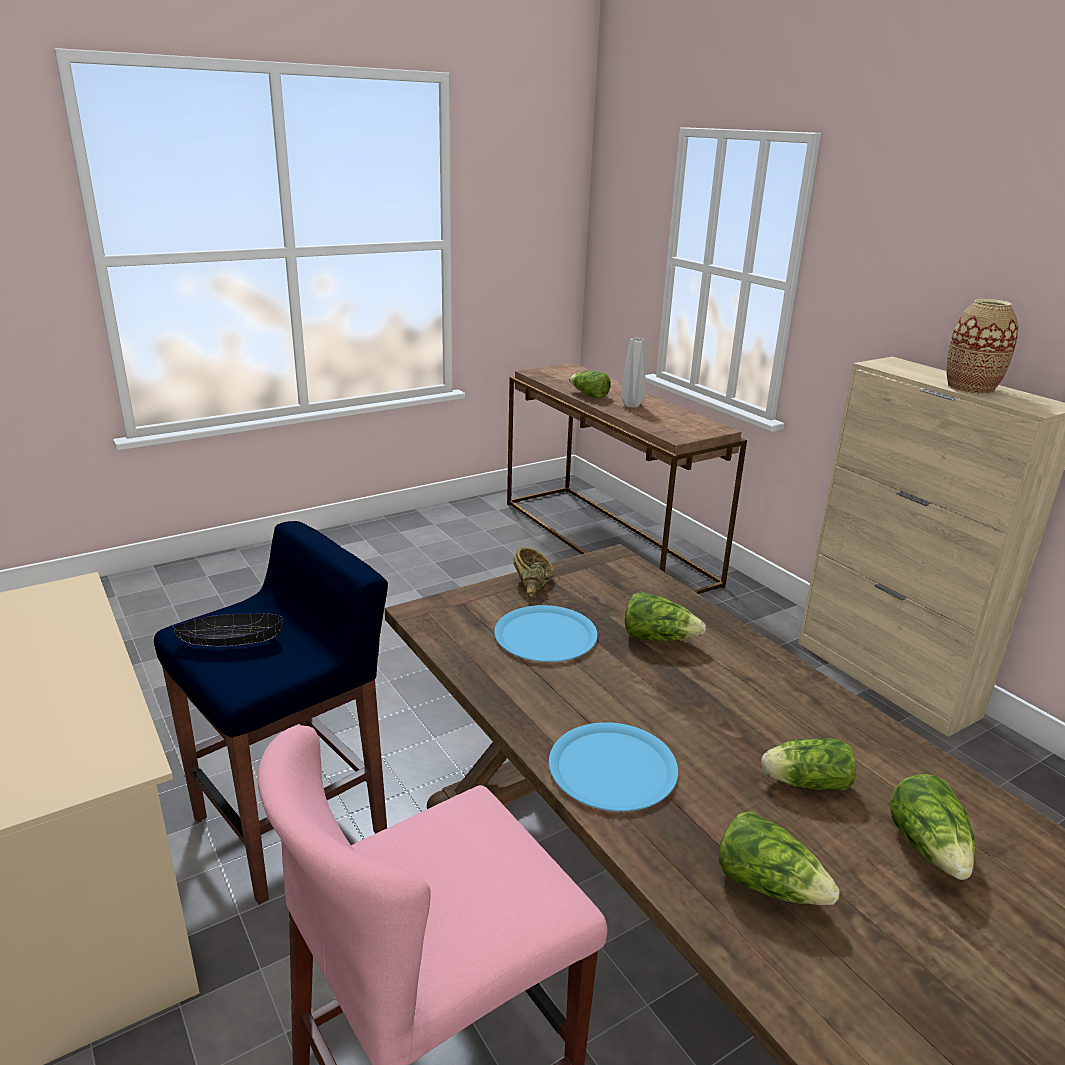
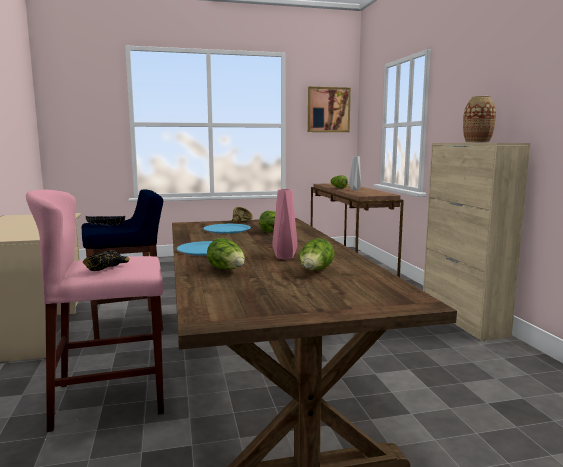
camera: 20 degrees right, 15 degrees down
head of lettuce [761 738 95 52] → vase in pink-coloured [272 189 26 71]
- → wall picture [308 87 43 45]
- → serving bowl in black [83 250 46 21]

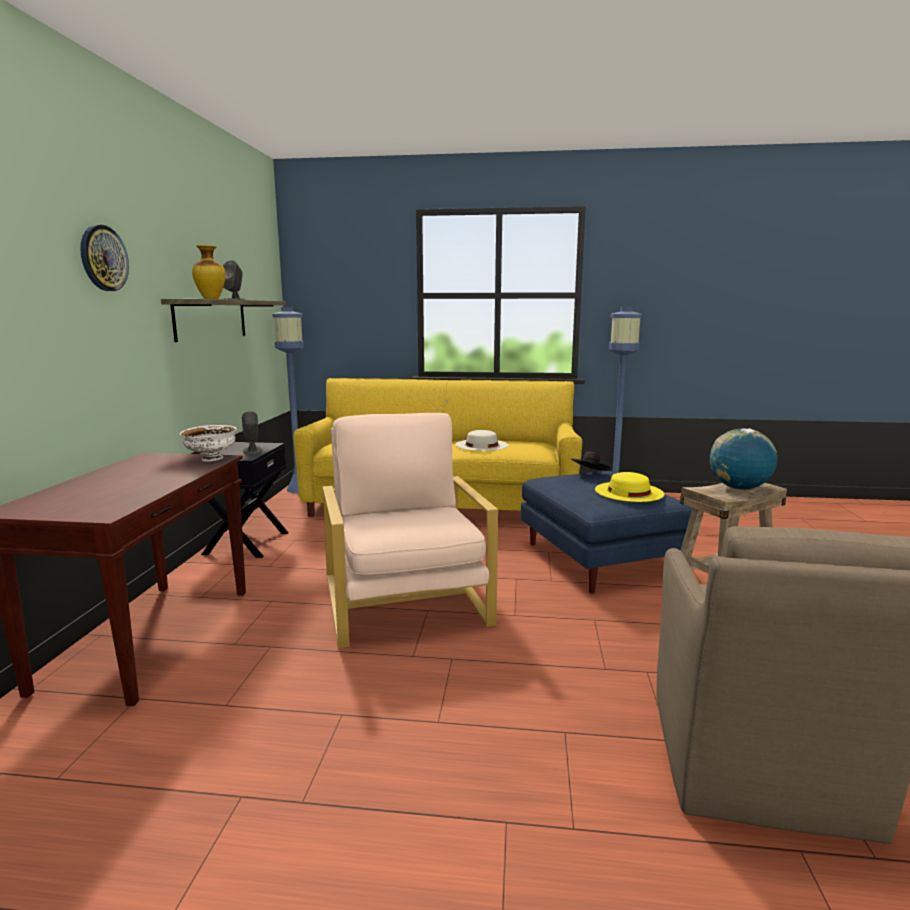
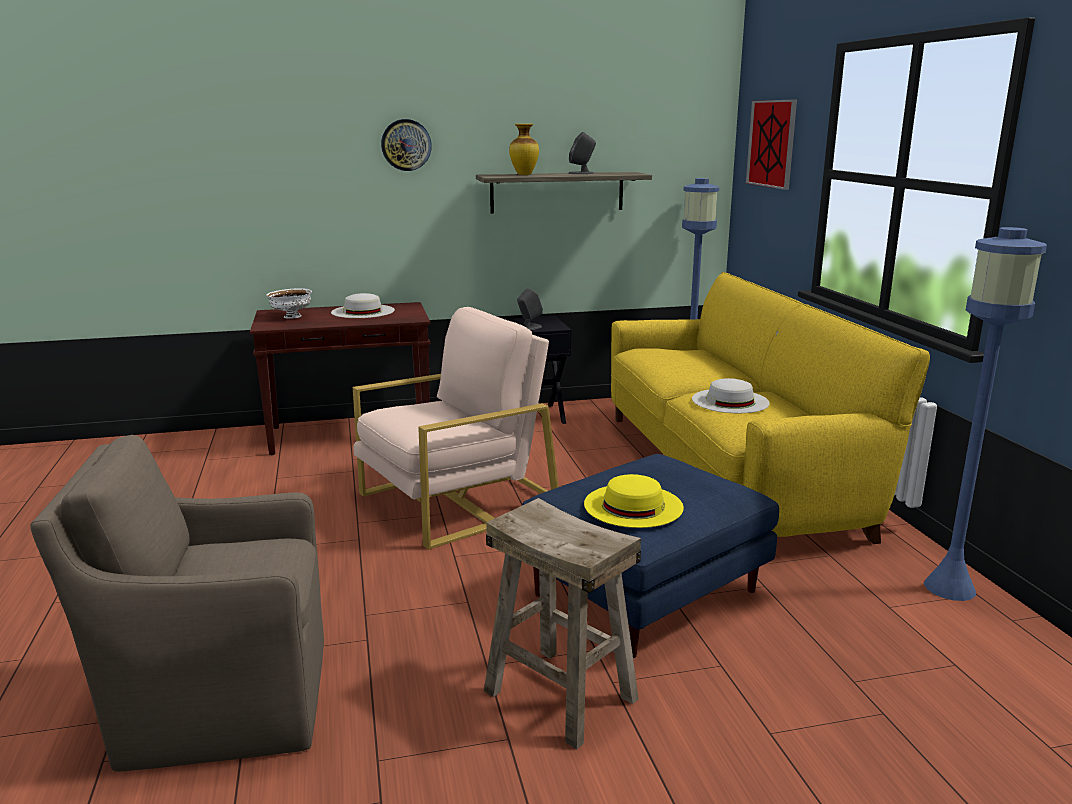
camera: 70 degrees right, 5 degrees up
serving bowl in white-coloured [180 425 57 37] → serving bowl in white-coloured [267 288 45 31], relocated
world globe [710 428 67 61] → -
clothing hat in black [571 452 40 19] → -
- → wall picture [746 100 51 90]
- → clothing hat in white-coloured [331 293 64 25]

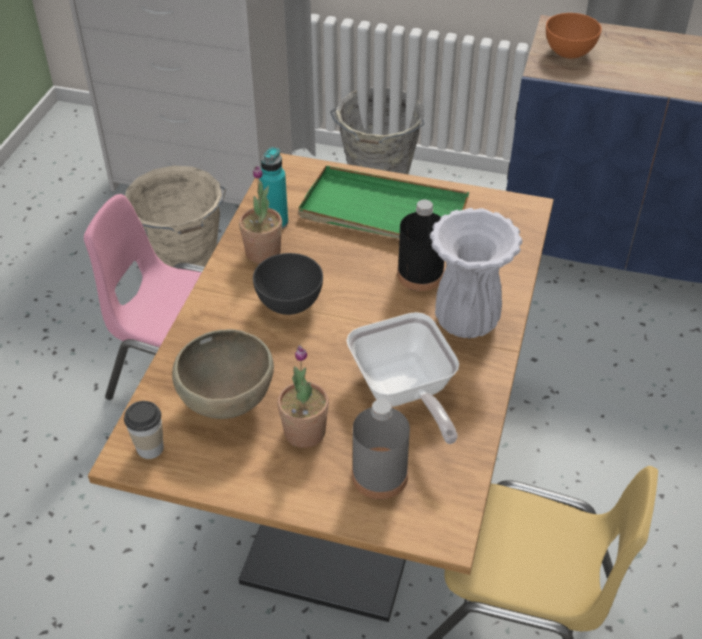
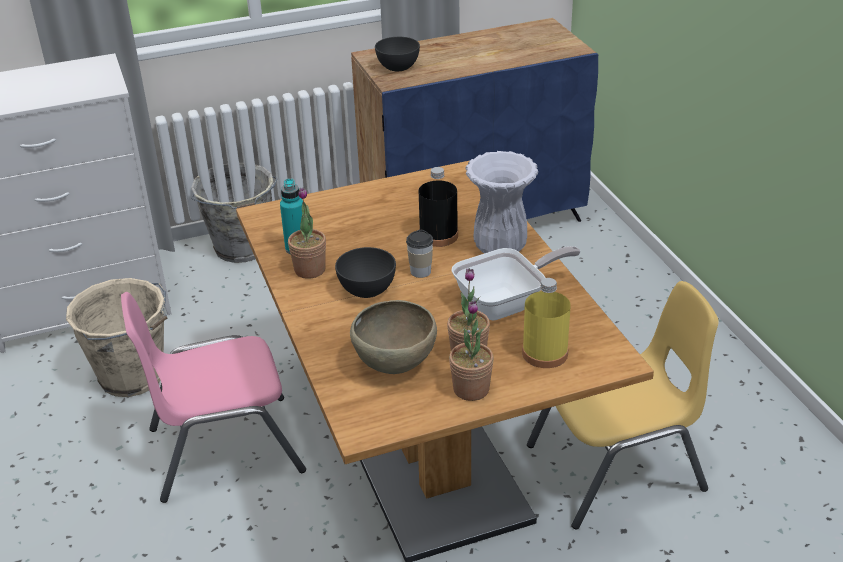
camera: 35 degrees left, 10 degrees down
serving bowl in orange-coloured [546 13 56 45] → serving bowl in gray [375 37 45 34]
serving tray in green [298 166 171 73] → -
pan [346 312 113 132] → pan [452 246 129 75], 60 degrees counterclockwise
beverage bottle in gray [352 399 58 100] → beverage bottle in yellow-coloured [522 278 49 90]
drinking cup [124 401 40 58] → drinking cup [406 230 27 48], relocated
- → potted plant [449 301 45 100]

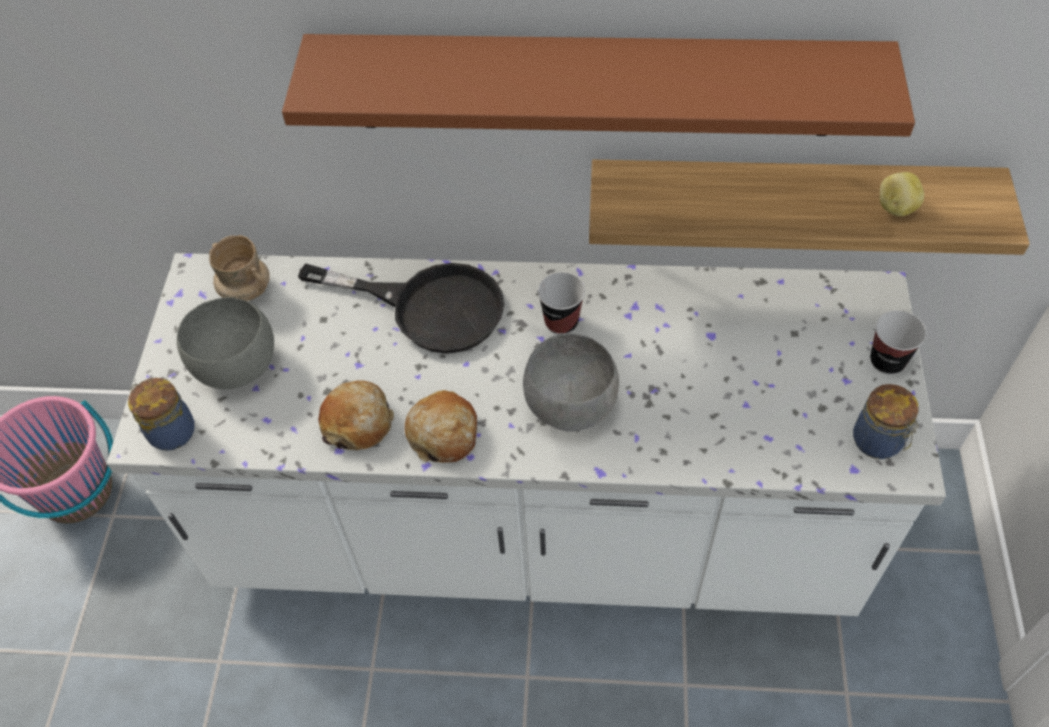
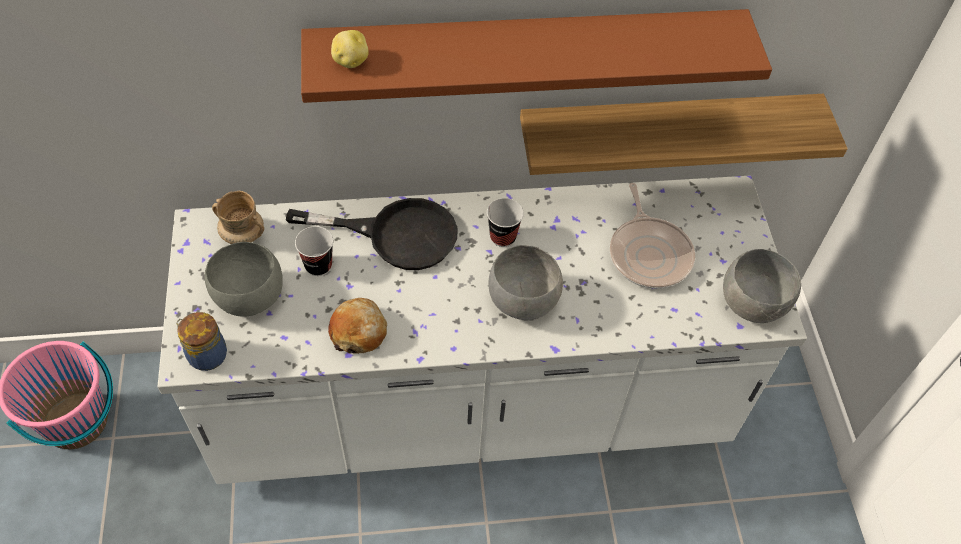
camera: 15 degrees left, 0 degrees up
potato [880 172 44 44] → potato [331 30 38 38], relocated
drinking cup [870 310 56 65] → drinking cup [295 226 38 50], relocated
storage jar [853 384 66 75] → serving bowl in gray [723 249 78 74]
bakery bread [405 390 72 73] → -
- → pan [610 183 85 106]

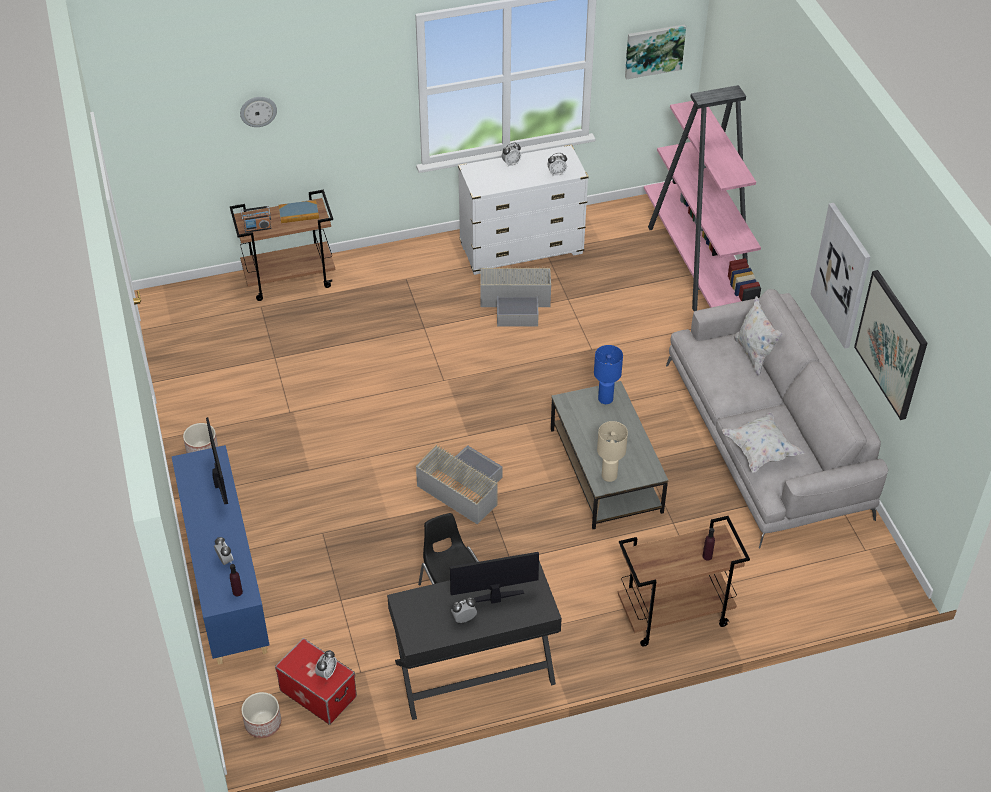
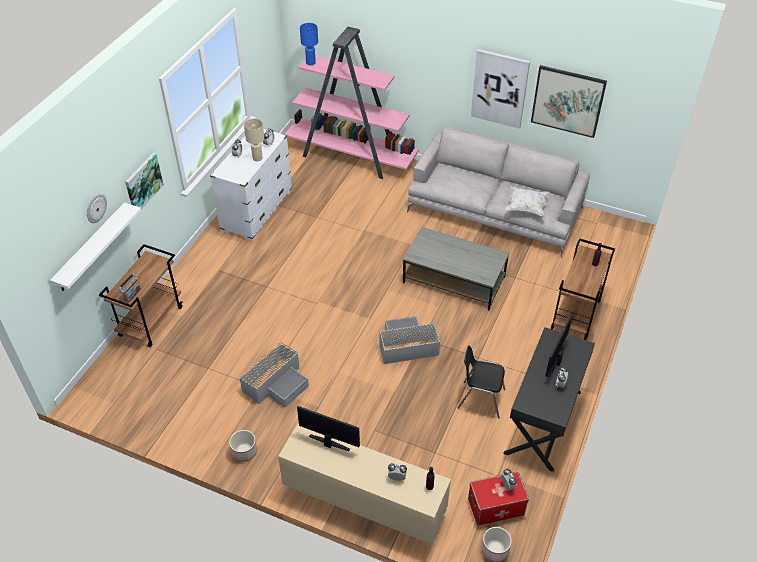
camera: 50 degrees left, 0 degrees up
wall picture [625 25 61 54] → wall picture [125 153 39 56], relocated
volume [279 200 40 23] → -
storage box in gray [480 266 71 60] → storage box in gray [239 342 70 66], relocated
throw pillow in white-coloured [734 296 49 81] → -
table lamp in bluish [594 345 29 59] → table lamp in bluish [300 23 18 42], relocated
table lamp in beige-coloured [597 421 31 61] → table lamp in beige-coloured [244 119 20 42], relocated
cabinet in bluish [172 445 98 220] → cabinet in beige-coloured [278 422 173 125]
- → wall shelf in white-coloured [50 202 91 89]

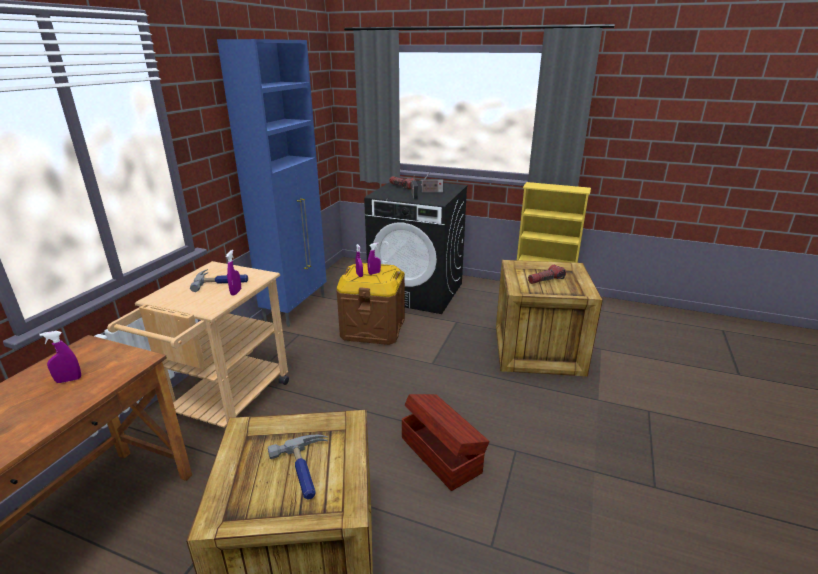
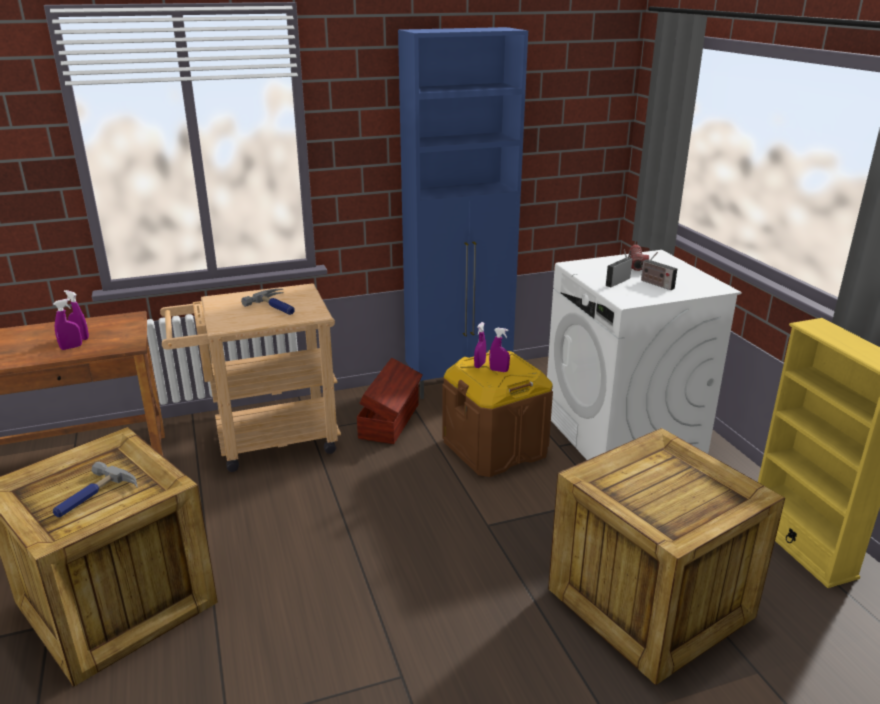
camera: 50 degrees right, 0 degrees up
laundry appliance in black [364 180 104 134] → laundry appliance in white-coloured [547 250 195 210]
hand sprayer in purple-coloured [226 250 15 46] → hand sprayer in purple-coloured [53 298 29 52], relocated
torch [528 265 38 19] → -
storage box in brownish [402 394 88 97] → storage box in brownish [357 358 66 86], relocated

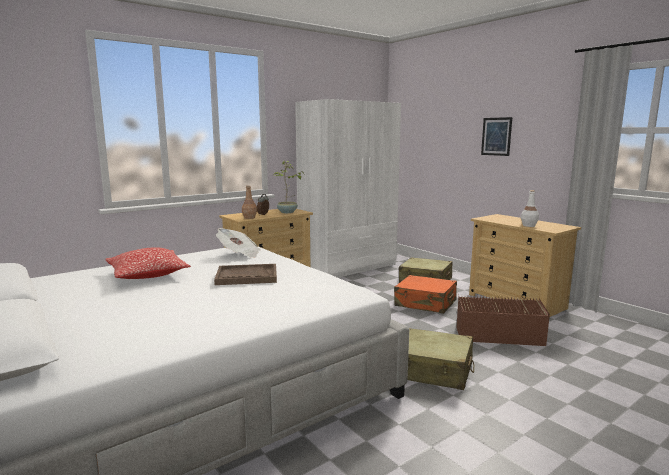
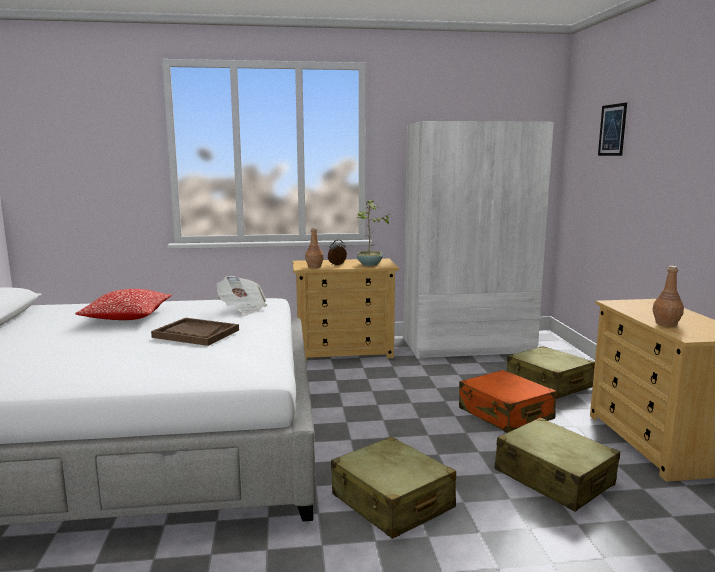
camera: 30 degrees right, 0 degrees up
wall picture [481 117 31 39] → wall picture [598 103 29 53], relocated
beverage bottle in white-coloured [521 190 18 37] → beverage bottle in brownish [652 266 32 61]
storage box in brownish [457 296 93 50] → suitcase in beige-coloured [494 417 126 95]

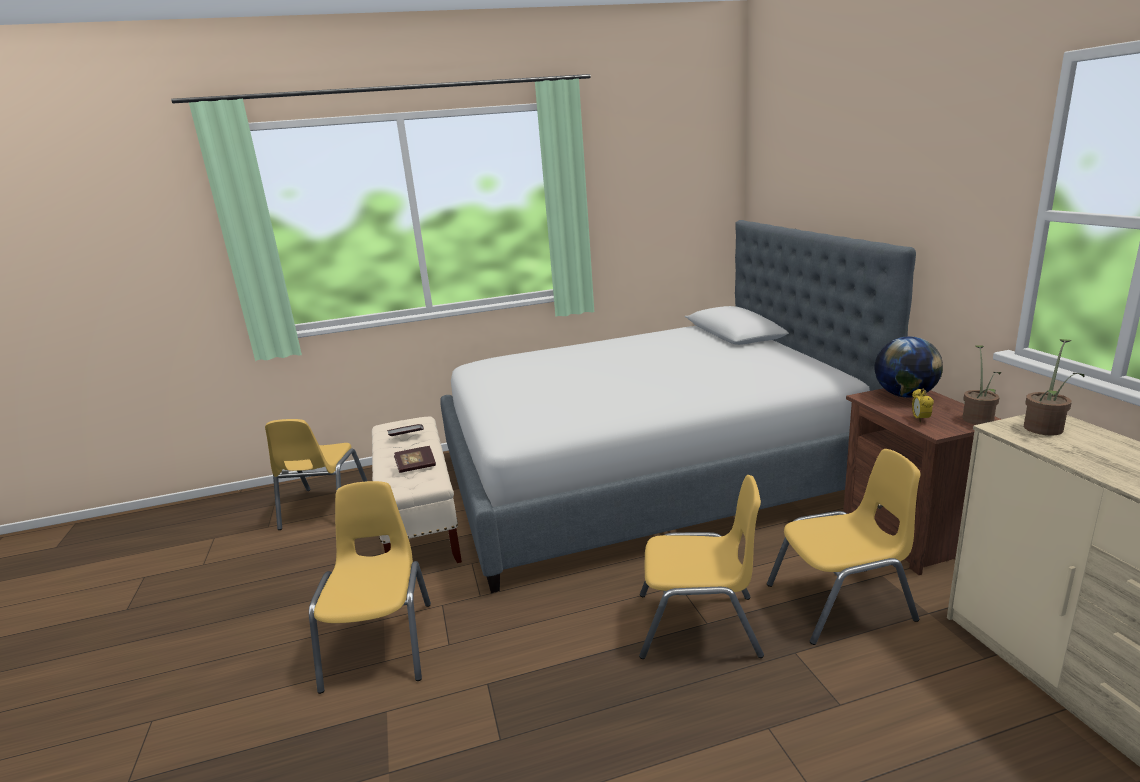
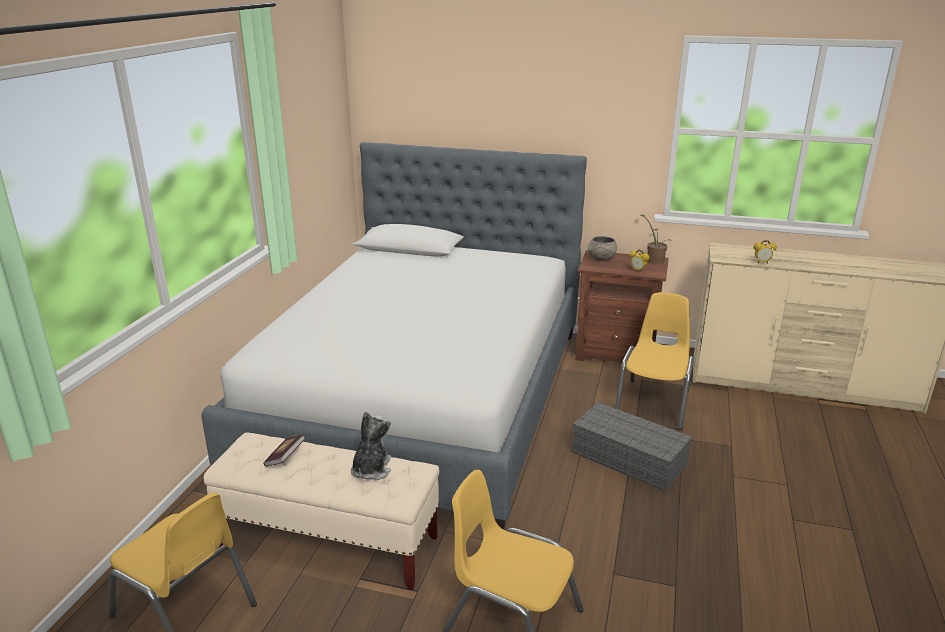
camera: 60 degrees left, 5 degrees up
world globe [875 336 68 62] → serving bowl in gray [588 236 29 25]
potted plant [1024 339 60 97] → -
volume [394 446 42 27] → soft toy [351 412 40 68]
upright chair in yellow-coloured [639 475 125 184] → storage box in gray [572 402 120 90]
- → bedside clock [753 240 24 23]

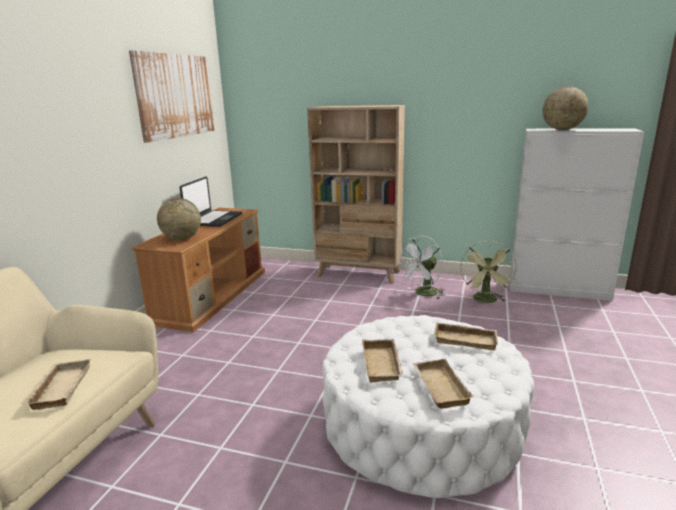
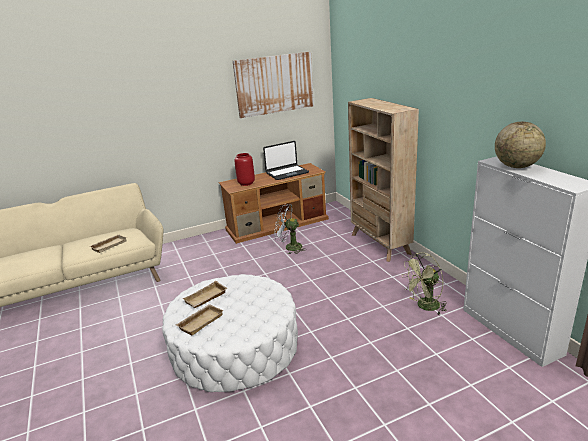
camera: 50 degrees right, 5 degrees up
world globe [157 198 44 42] → vase in reddish [235 153 20 33]
fan in white-coloured [399 236 46 63] → fan in white-coloured [274 204 32 50], relocated
serving tray in beige-coloured [434 322 64 28] → -

